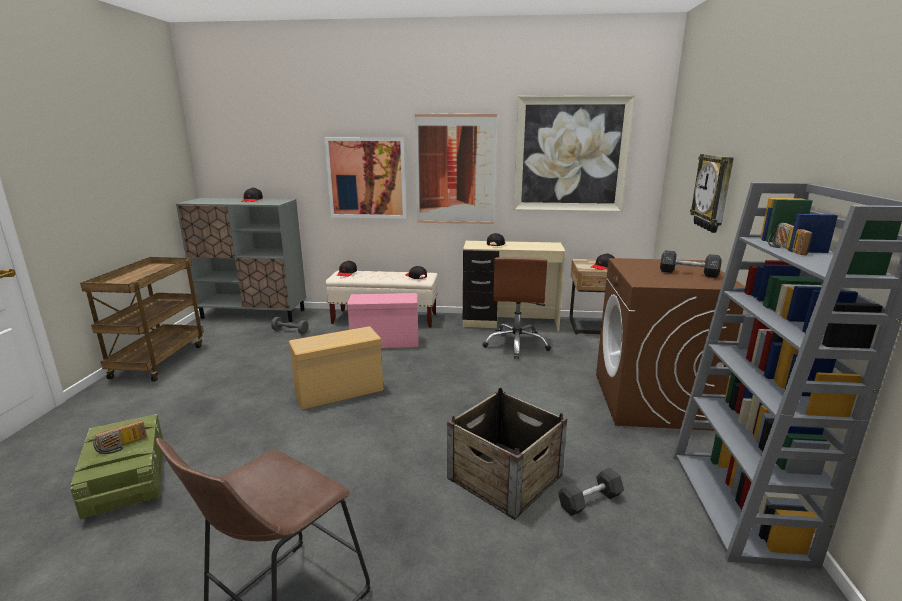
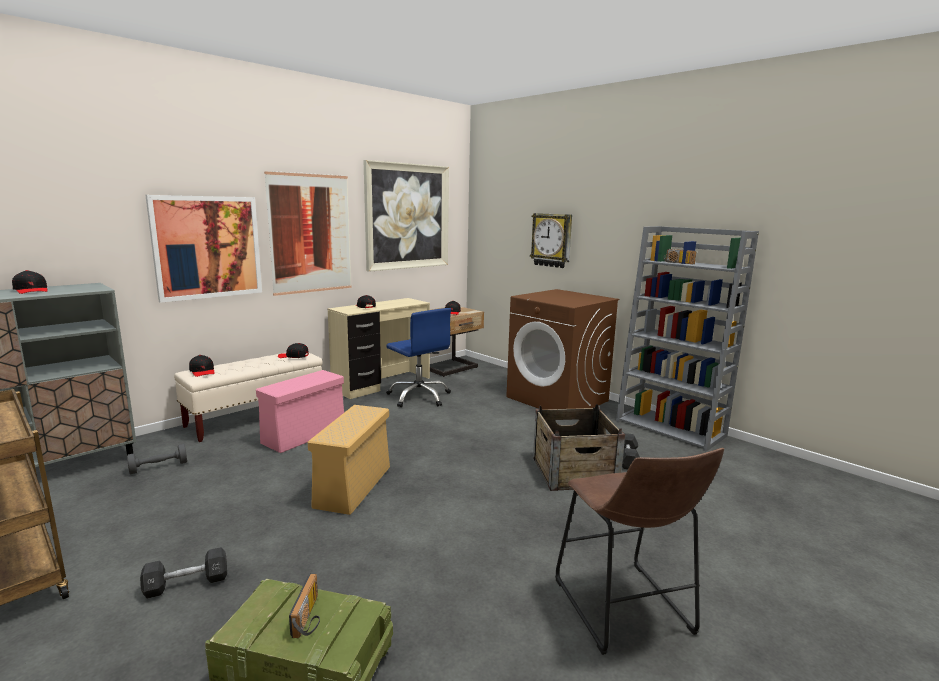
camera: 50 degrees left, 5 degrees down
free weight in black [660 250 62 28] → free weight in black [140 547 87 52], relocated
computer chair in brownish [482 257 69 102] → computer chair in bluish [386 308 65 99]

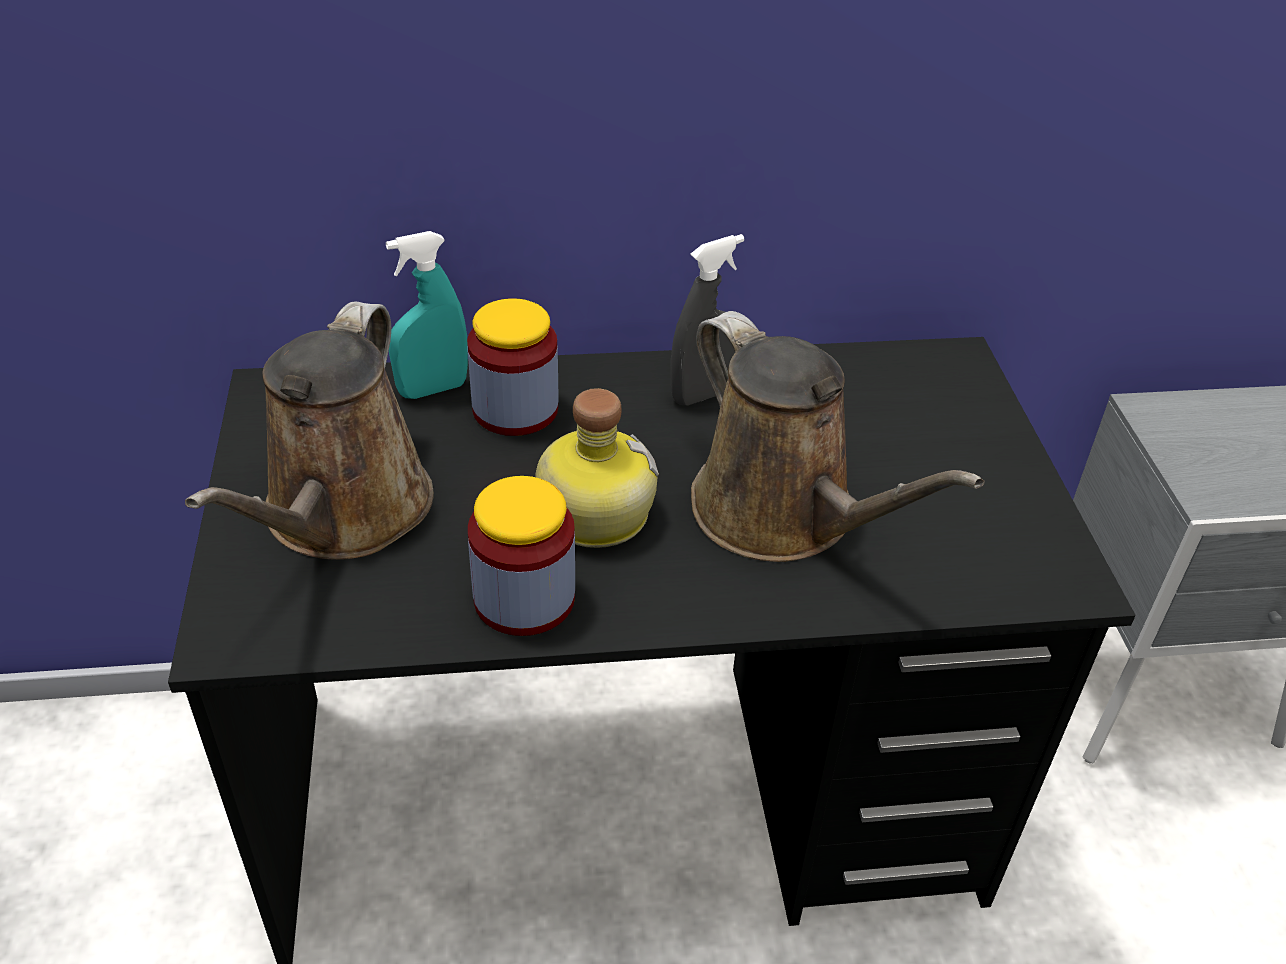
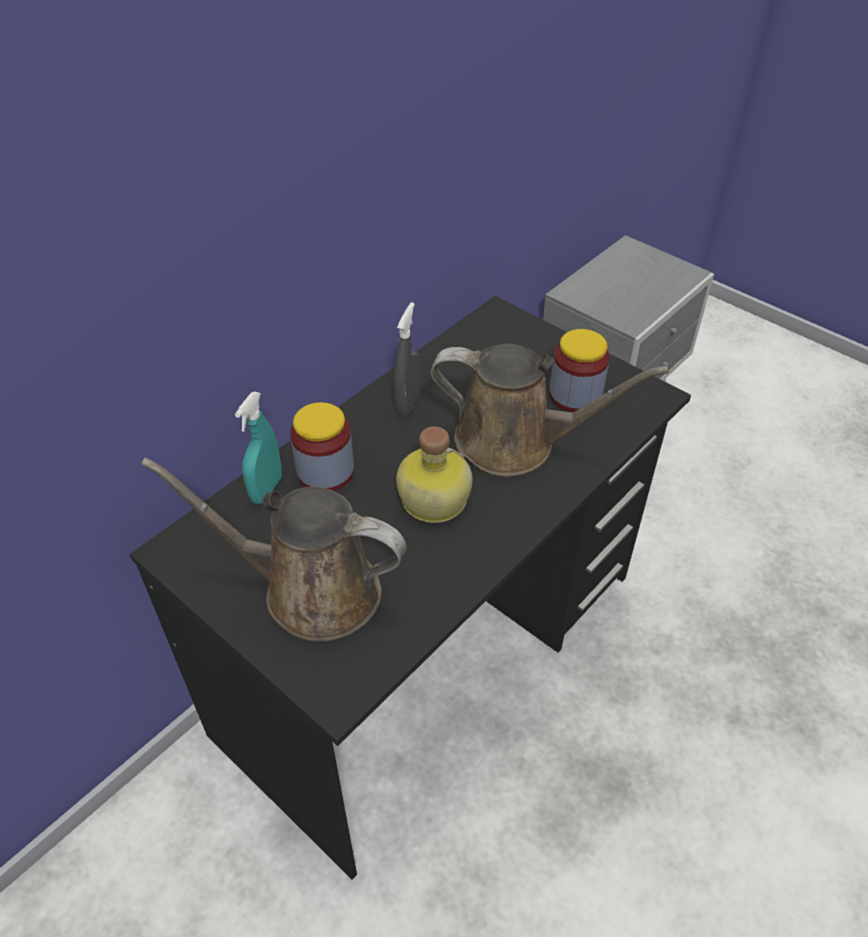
camera: 40 degrees left, 5 degrees up
watering pot in brownish [185 301 249 259] → watering pot in brownish [141 457 266 185], 135 degrees clockwise
storage jar [468 476 107 160] → storage jar [549 329 61 83], relocated

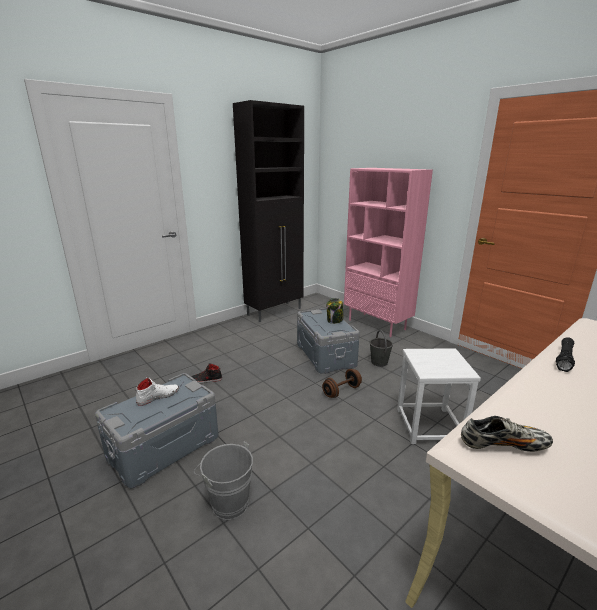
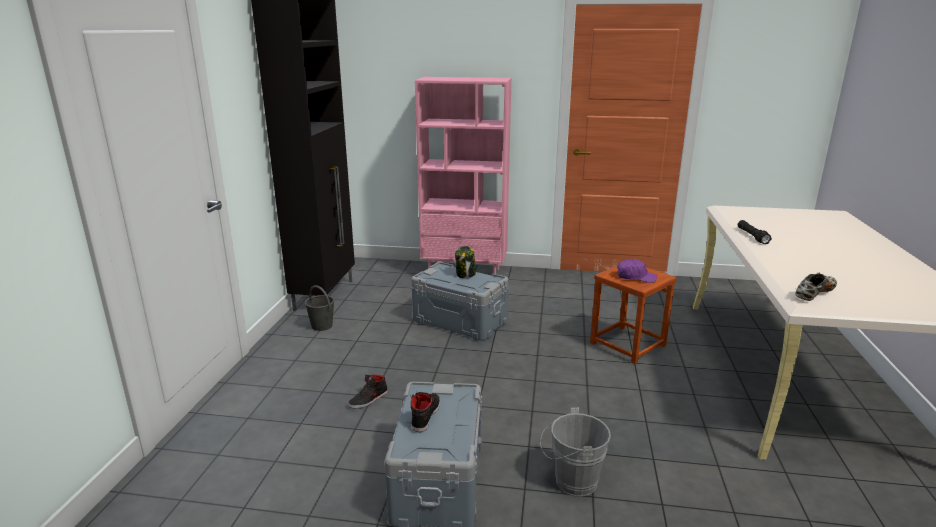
camera: 40 degrees left, 0 degrees up
water bucket in gray [370 330 23 37] → water bucket in gray [305 285 29 46], relocated
sitting stool in white-coloured [397 348 84 96] → sitting stool in brownish [590 266 87 98]
free weight in brownish [322 369 40 29] → -
item of footwear in white-coloured [136 377 43 29] → item of footwear in black [410 392 30 40]
- → peaked cap in purple-coloured [617 259 40 24]

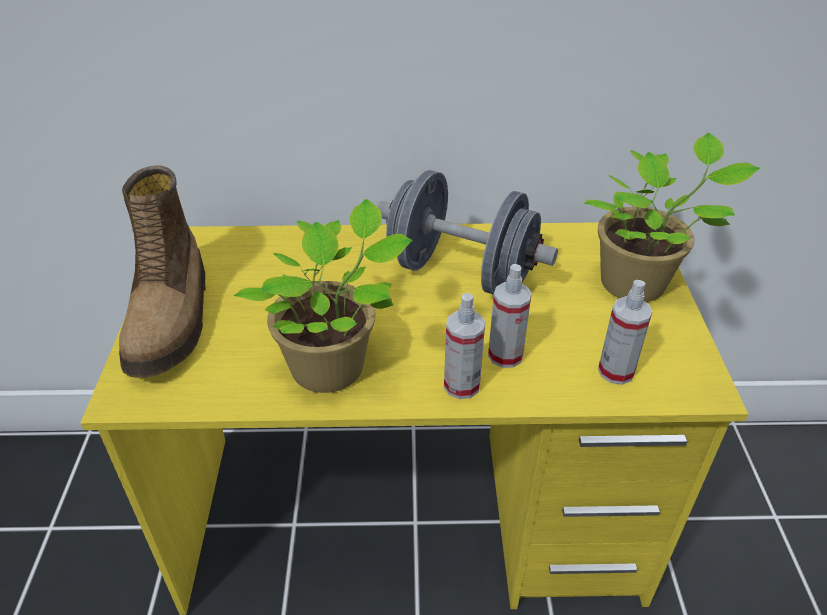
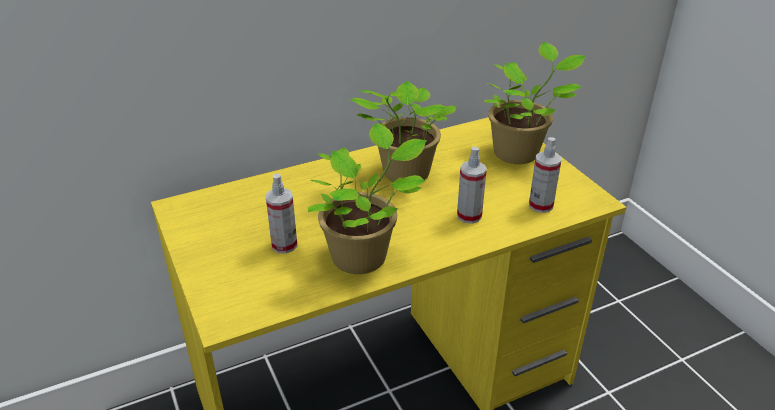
camera: 25 degrees left, 5 degrees down
boot [119 165 87 213] → -
free weight in gray [377 170 181 125] → potted plant [350 81 107 101]
hand sprayer [444 293 41 106] → hand sprayer [265 174 33 80], relocated

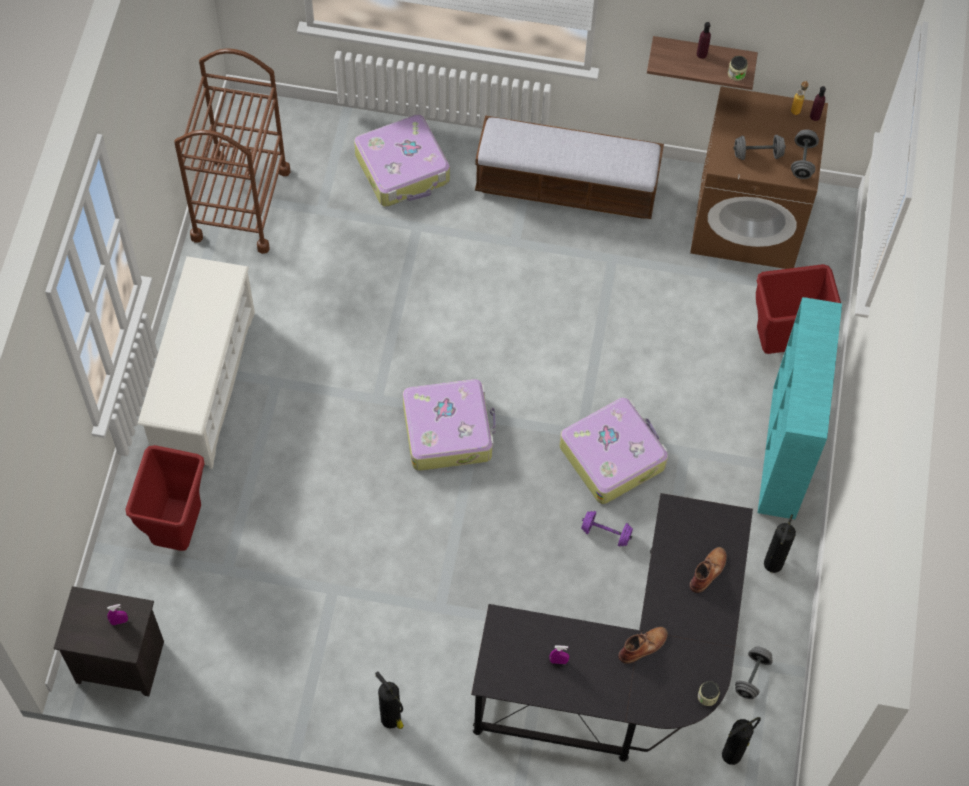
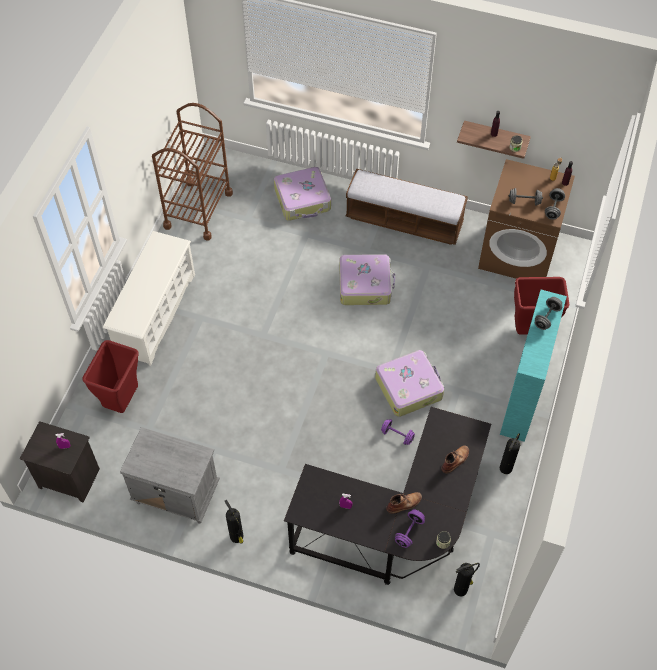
camera: 10 degrees right, 5 degrees down
suitcase [403 379 93 92] → suitcase [339 254 57 51], relocated
free weight in gray [735 646 38 53] → free weight in gray [535 297 27 33], relocated
- → night table in gray [120 427 100 97]
- → free weight in purple-coloured [395 509 30 39]

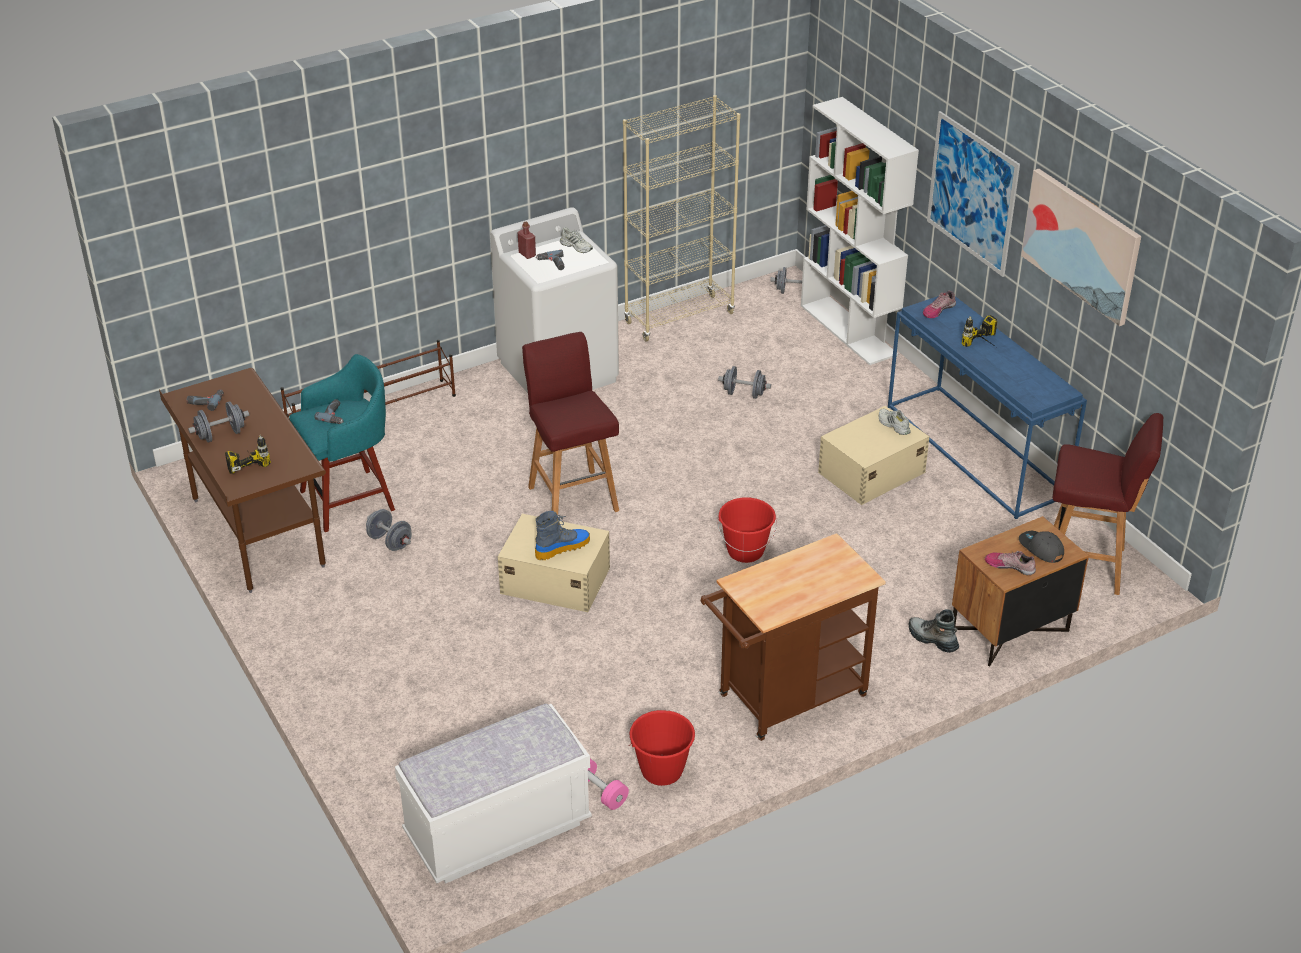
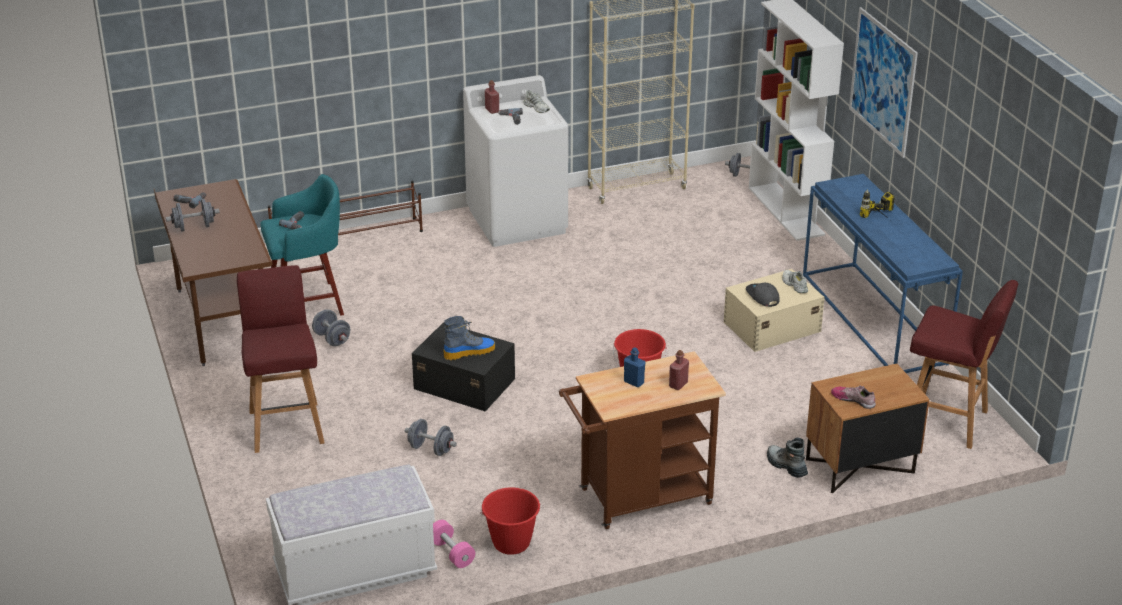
camera: 10 degrees right, 5 degrees down
wall picture [1021 169 120 157] → -
item of footwear [923 291 33 27] → -
sitting stool in reddish [522 332 97 183] → sitting stool in reddish [237 265 88 188], relocated
free weight in gray [718 366 53 33] → free weight in gray [405 419 52 37], relocated
power drill [225 435 46 39] → -
storage box in beige-coloured [498 514 112 98] → storage box in black [412 322 103 89]
peaked cap in gray [1019 531 45 32] → peaked cap in gray [746 283 34 24], relocated
- → beverage bottle in bluish [624 347 21 40]
- → beverage bottle in reddish [669 350 20 40]

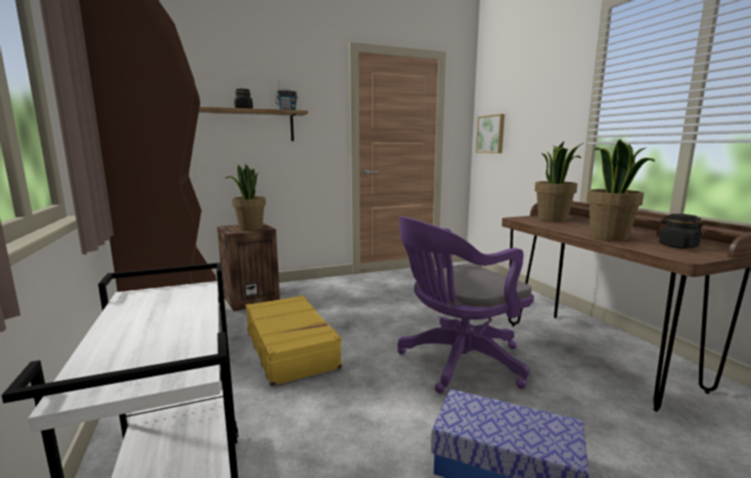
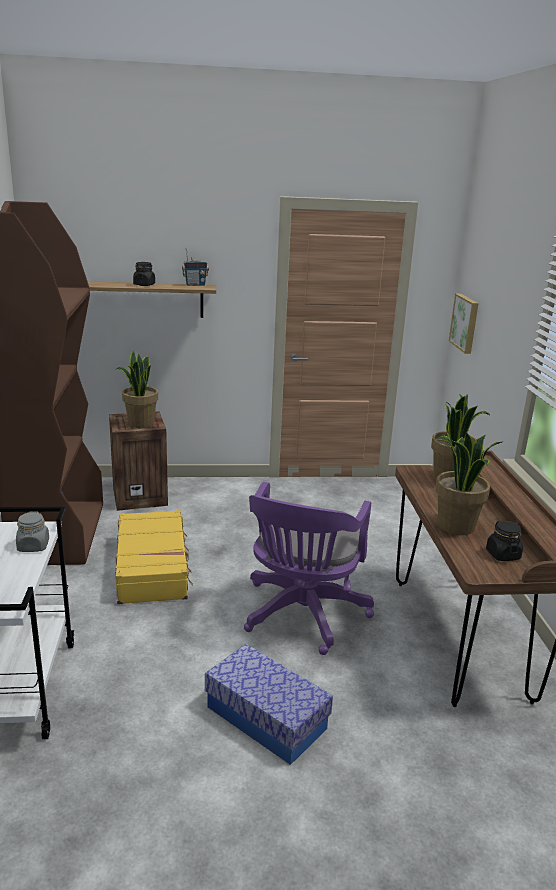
camera: 15 degrees right, 10 degrees up
computer chair in purple-coloured [397 216 137 178] → computer chair in purple-coloured [244 482 130 173], 60 degrees counterclockwise
- → storage jar in gray [16 511 33 41]

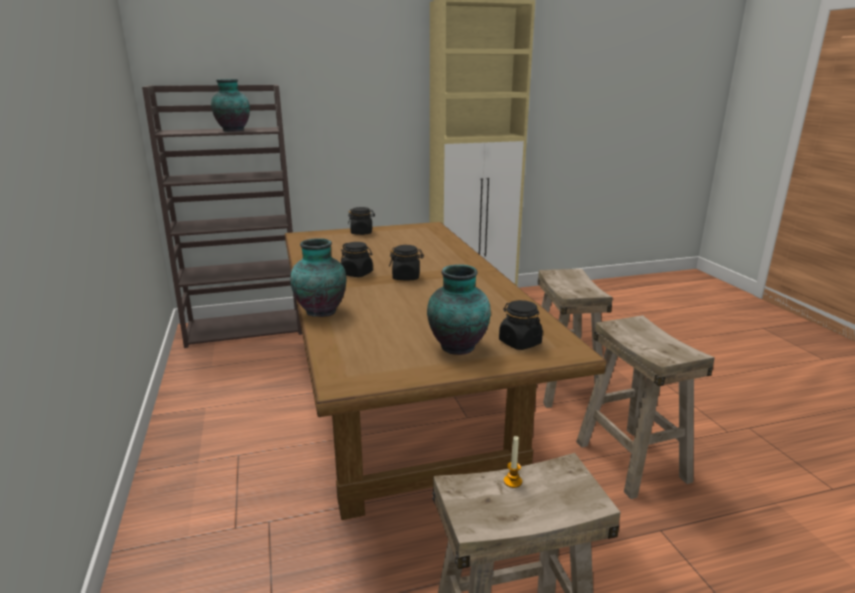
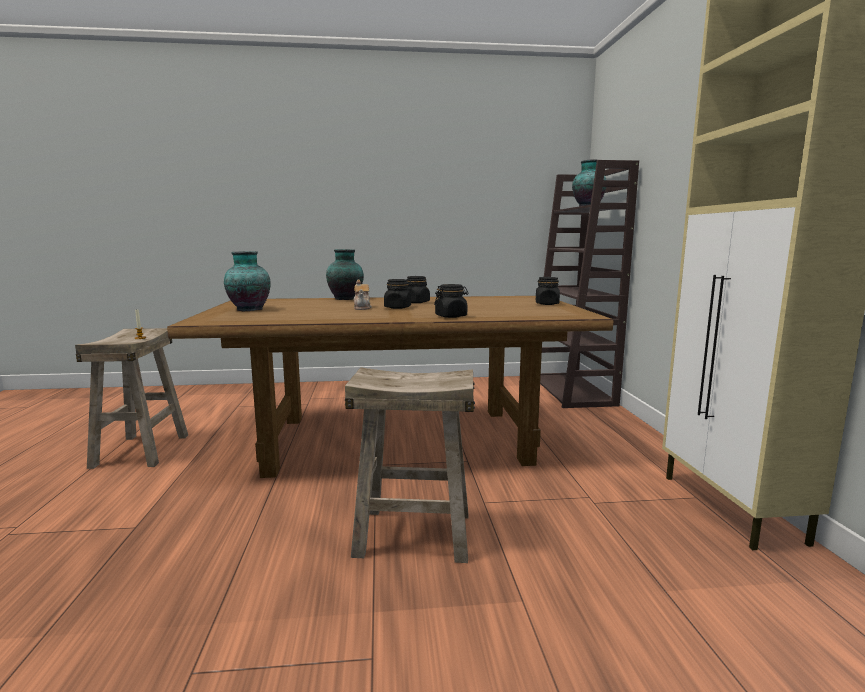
camera: 100 degrees right, 10 degrees down
storage jar in black [499 300 44 50] → storage jar in black [434 284 35 34], relocated
sitting stool in beige-coloured [576 315 139 184] → -
- → pot for tea [354 280 18 30]

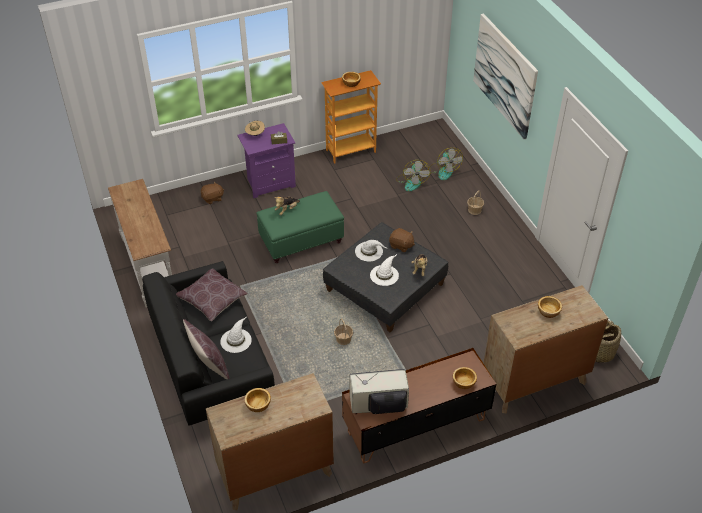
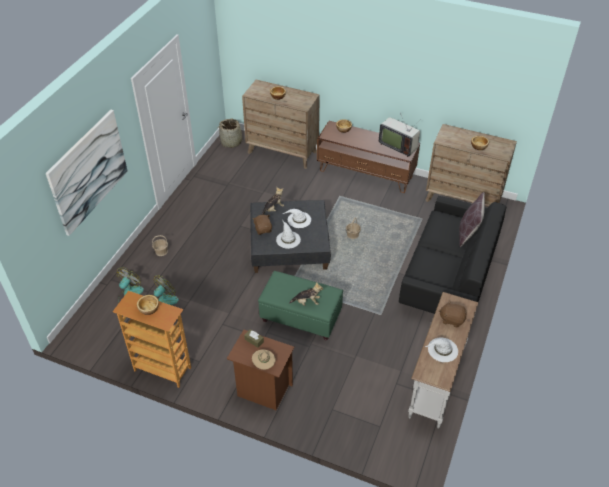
camera: 135 degrees left, 0 degrees up
night table in purple-coloured [237 123 59 75] → night table in brownish [227 330 68 80]
soft toy in brownish [201 181 23 23] → soft toy in brownish [439 300 28 28], relocated
throw pillow in brownish [176 269 72 52] → -
clothing hat in white-coloured [220 316 32 37] → clothing hat in white-coloured [425 338 33 24], relocated

